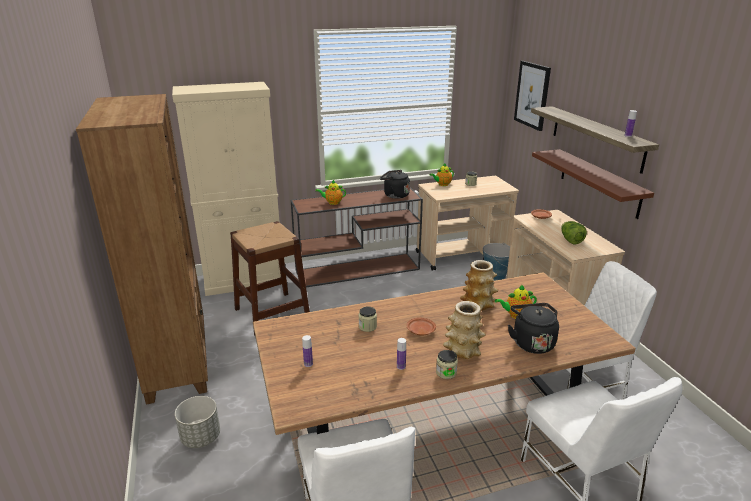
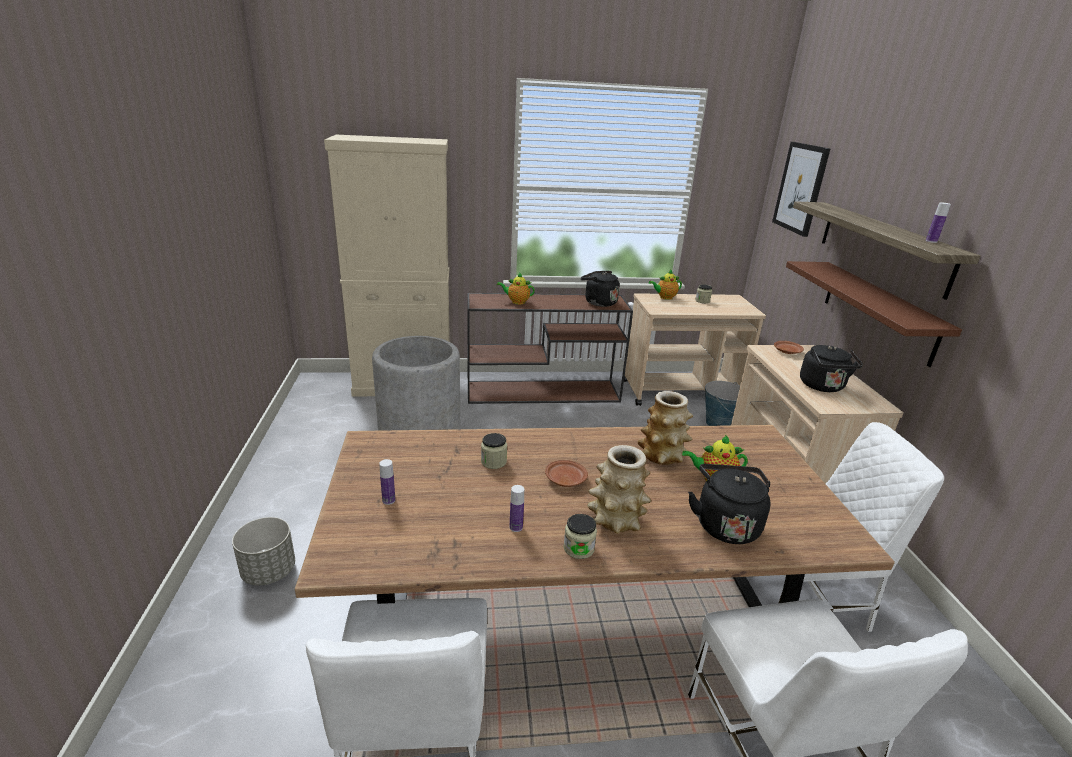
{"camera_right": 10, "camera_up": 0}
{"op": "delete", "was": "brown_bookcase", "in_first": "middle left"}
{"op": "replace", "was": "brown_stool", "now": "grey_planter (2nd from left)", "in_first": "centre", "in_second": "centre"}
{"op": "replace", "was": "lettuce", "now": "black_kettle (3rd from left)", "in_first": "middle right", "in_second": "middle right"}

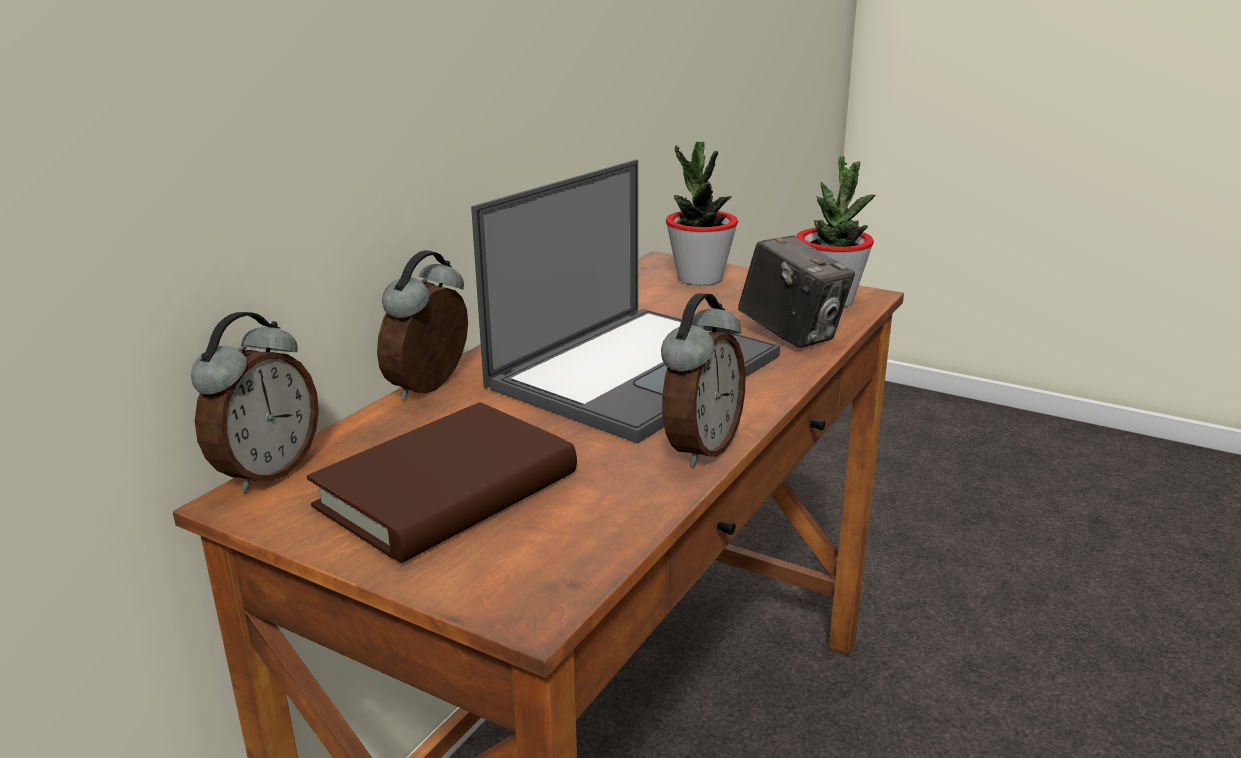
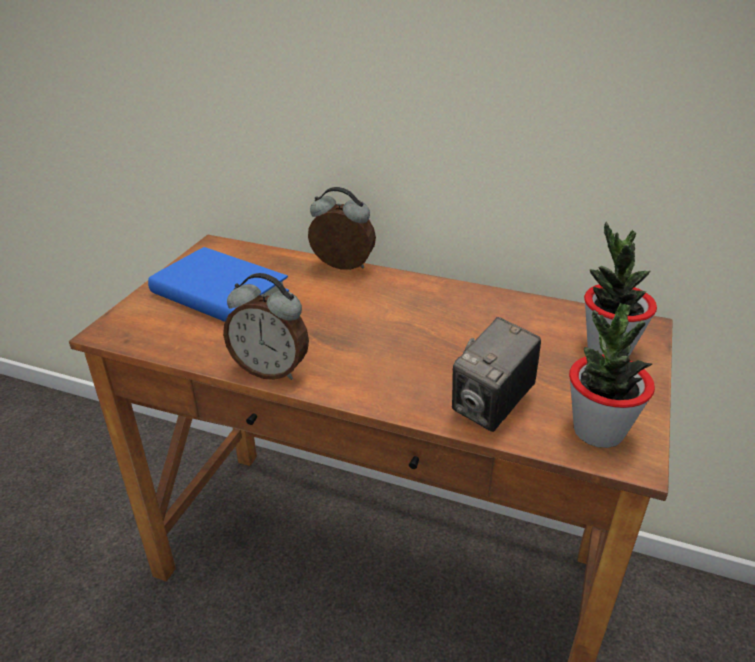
{"camera_right": 80, "camera_up": 10}
{"op": "delete", "was": "laptop", "in_first": "centre"}
{"op": "delete", "was": "alarm_clock (1st from left)", "in_first": "middle left"}
{"op": "recolor", "was": "brown_book", "now": "blue_book", "in_first": "centre", "in_second": "middle left"}

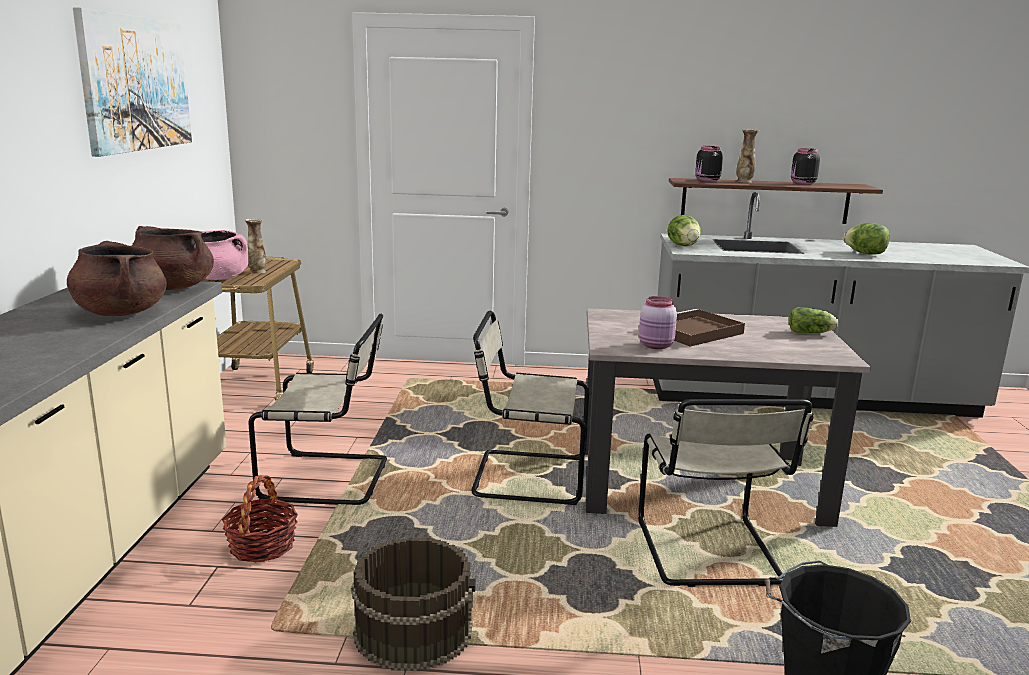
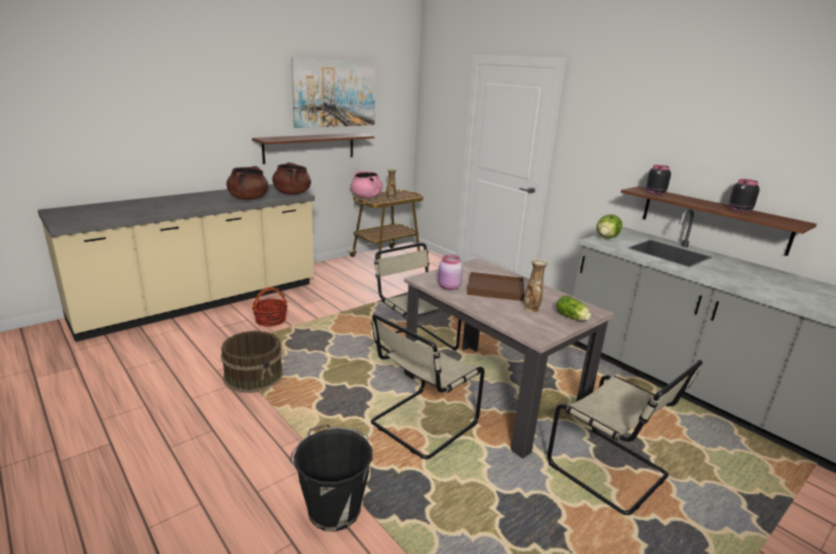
{"camera_right": 45, "camera_up": 5}
{"op": "move", "was": "vase (2nd from left)", "in_first": "top right", "in_second": "centre"}
{"op": "delete", "was": "lettuce (3rd from left)", "in_first": "middle right"}
{"op": "move", "was": "beige_chair (1st from left in the first image)", "now": "beige_chair (3rd from left)", "in_first": "middle left", "in_second": "bottom right"}
{"op": "insert", "now": "shelf (1st from left)", "in_second": "top centre"}

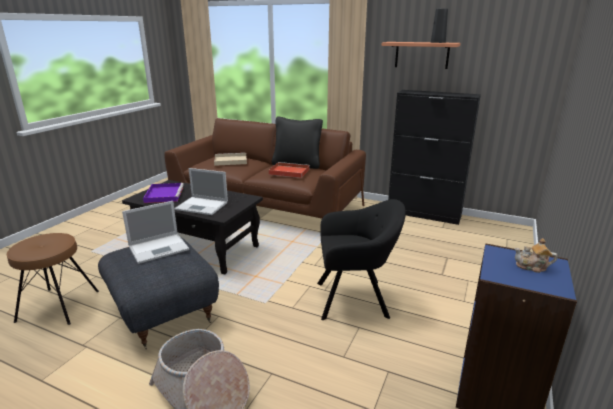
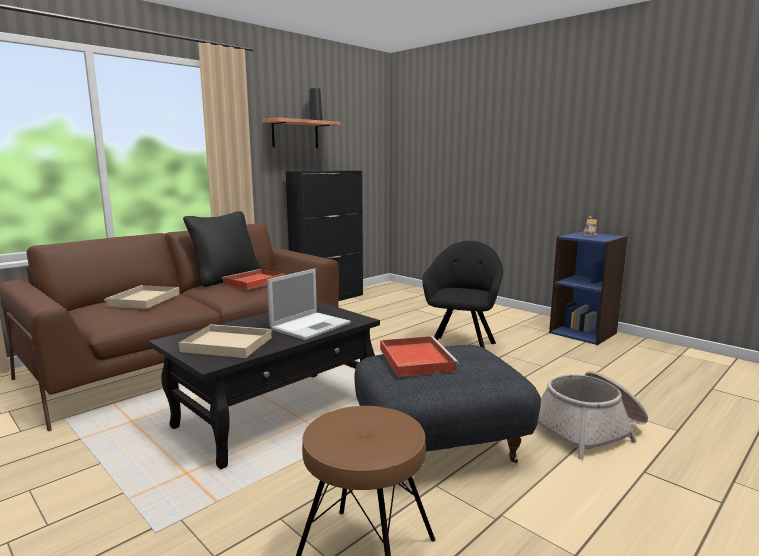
{"camera_right": -70, "camera_up": -10}
{"op": "recolor", "was": "purple_tray", "now": "beige_tray (2nd from left)", "in_first": "middle left", "in_second": "middle left"}
{"op": "replace", "was": "laptop (1st from left)", "now": "red_tray (2nd from left)", "in_first": "middle left", "in_second": "centre"}

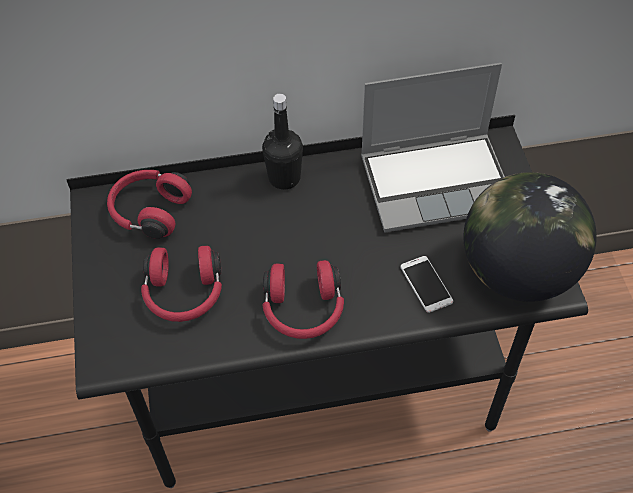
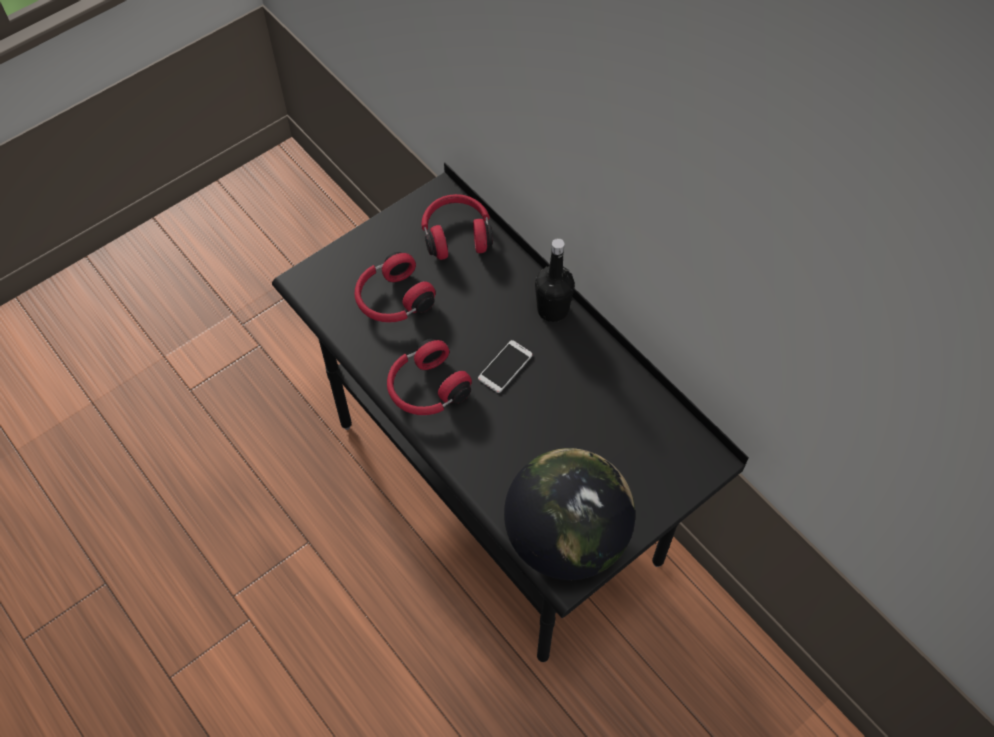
{"camera_right": 60, "camera_up": 5}
{"op": "delete", "was": "laptop", "in_first": "top right"}
{"op": "move", "was": "phone", "in_first": "middle right", "in_second": "centre"}

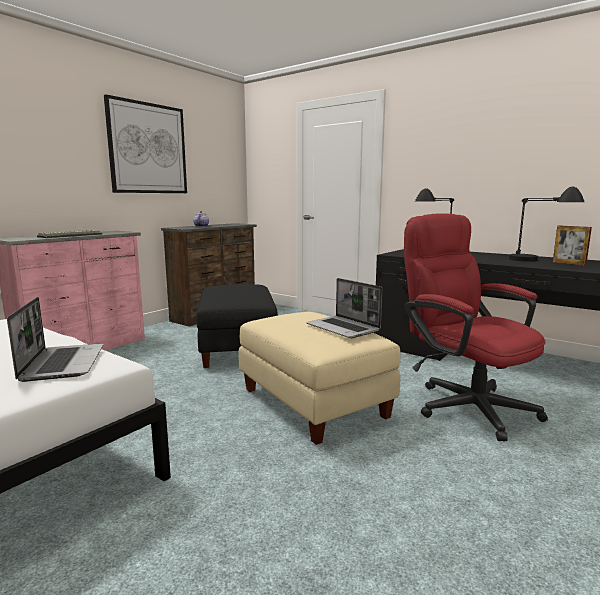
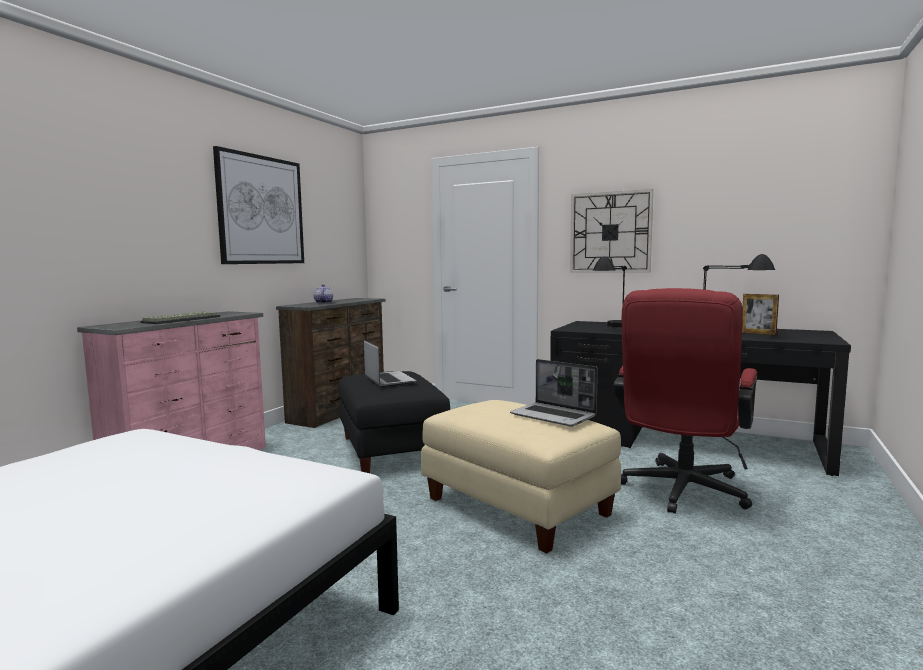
{"camera_right": -10, "camera_up": -5}
{"op": "rotate", "was": "red_office_chair", "in_first": "middle right", "in_second": "middle right", "clockwise": -105}
{"op": "move", "was": "laptop (1st from left)", "in_first": "middle left", "in_second": "centre"}
{"op": "insert", "now": "wall_clock", "in_second": "centre"}

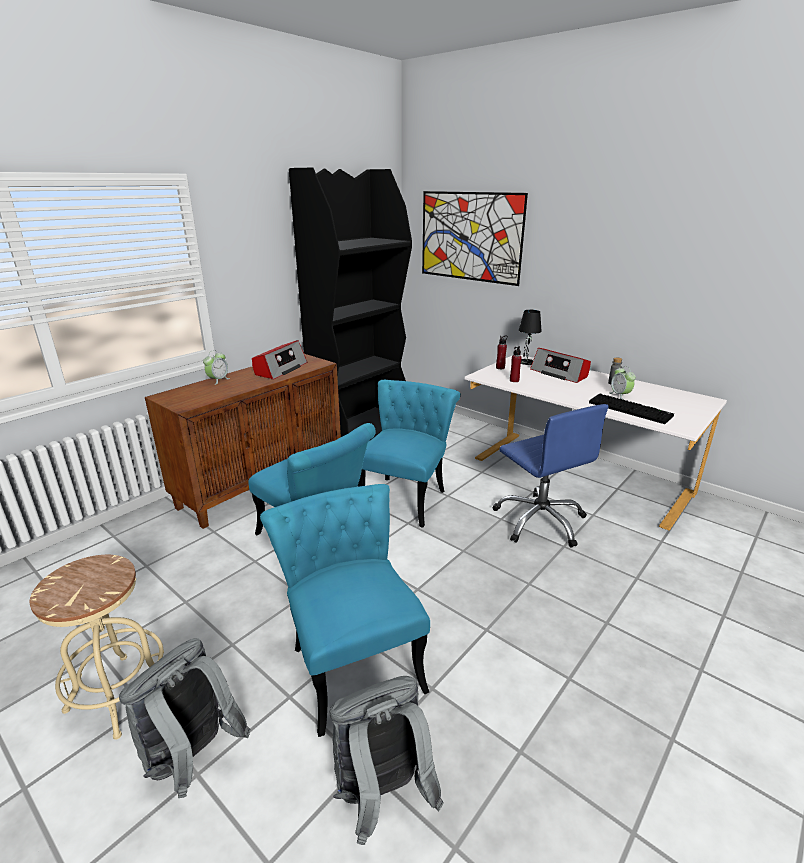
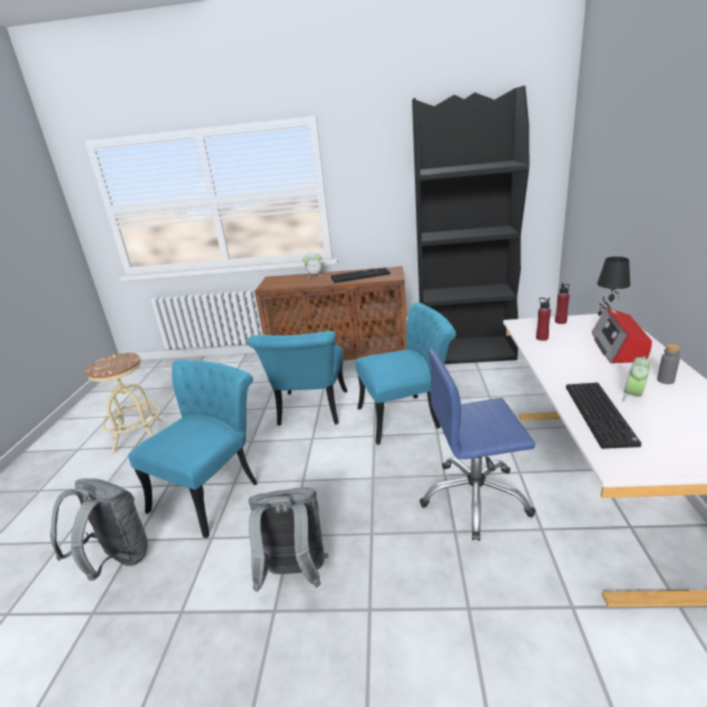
{"camera_right": 55, "camera_up": 0}
{"op": "delete", "was": "picture", "in_first": "top centre"}
{"op": "replace", "was": "radio (1st from left)", "now": "keyboard (1st from left)", "in_first": "centre", "in_second": "centre"}
{"op": "rotate", "was": "blue_office_chair", "in_first": "middle right", "in_second": "middle right", "clockwise": 60}
{"op": "move", "was": "grey_backpack (1st from left in the first image)", "now": "grey_backpack (2nd from left)", "in_first": "bottom left", "in_second": "bottom centre"}

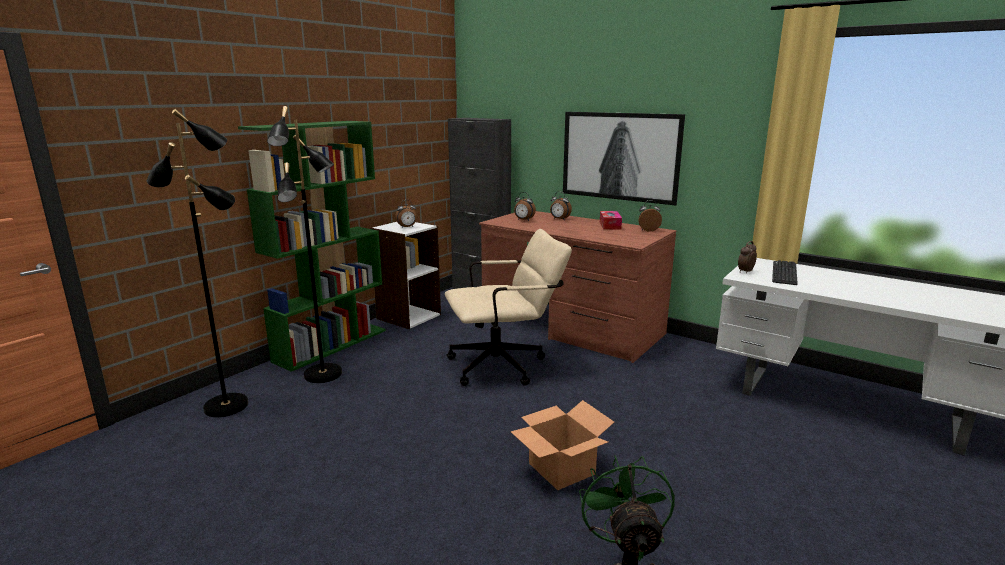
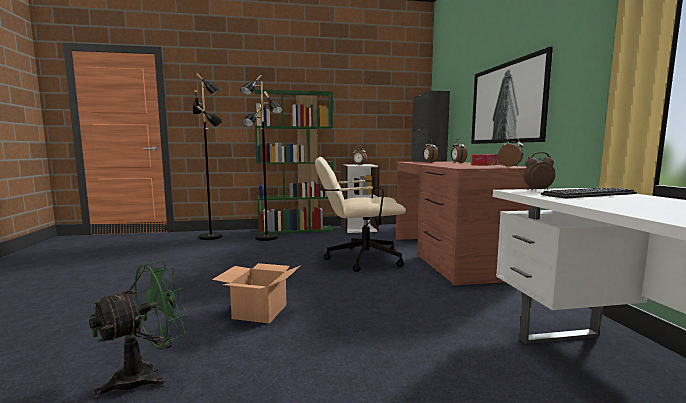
{"camera_right": 45, "camera_up": -10}
{"op": "rotate", "was": "beige_office_chair", "in_first": "centre", "in_second": "centre", "clockwise": 150}

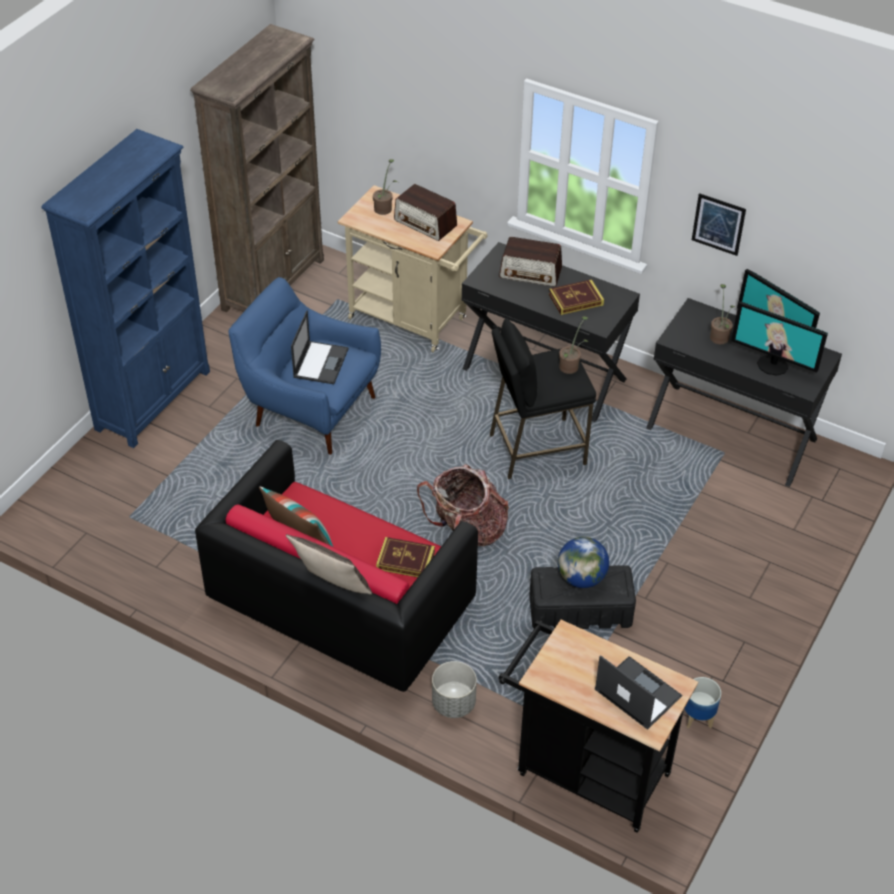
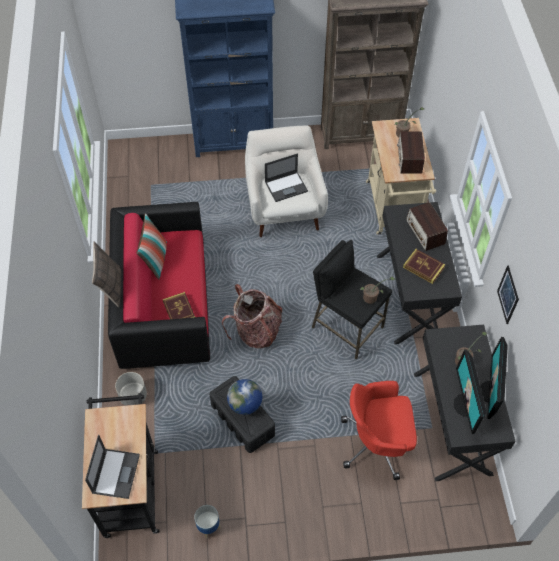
{"camera_right": 55, "camera_up": 10}
{"op": "recolor", "was": "blue_armchair", "now": "white_armchair", "in_first": "centre", "in_second": "top centre"}
{"op": "insert", "now": "red_office_chair", "in_second": "bottom right"}

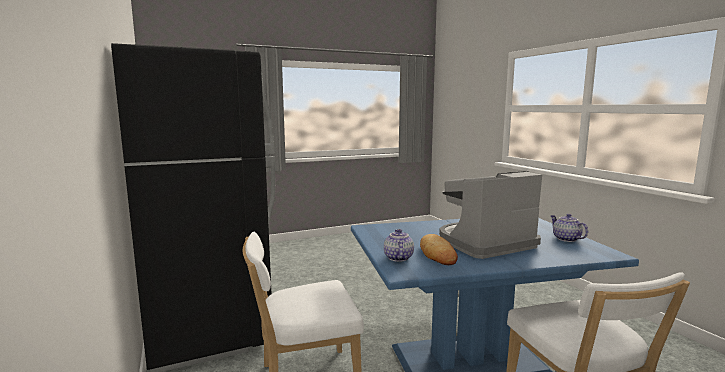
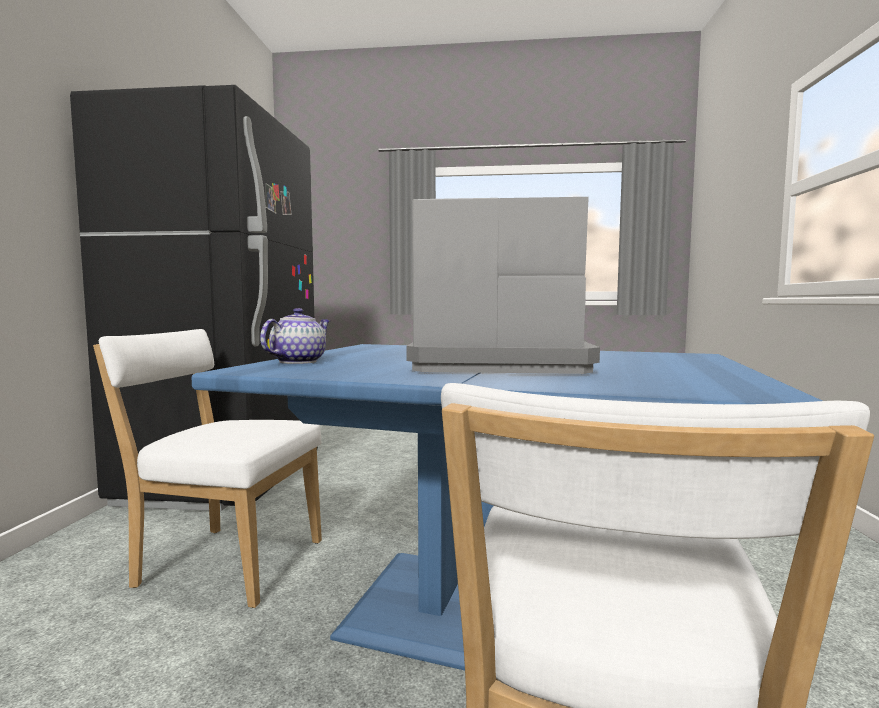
{"camera_right": 30, "camera_up": -5}
{"op": "delete", "was": "teapot (2nd from left)", "in_first": "middle right"}
{"op": "delete", "was": "bread", "in_first": "bottom centre"}

